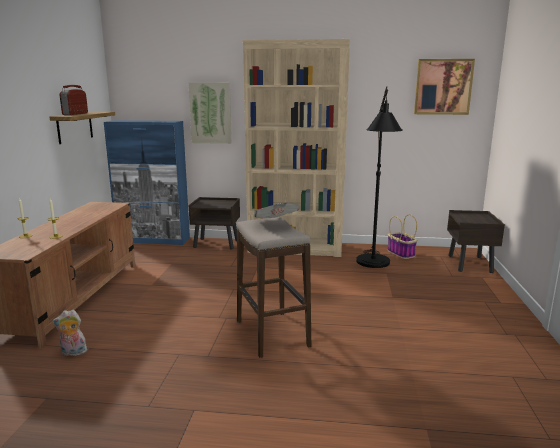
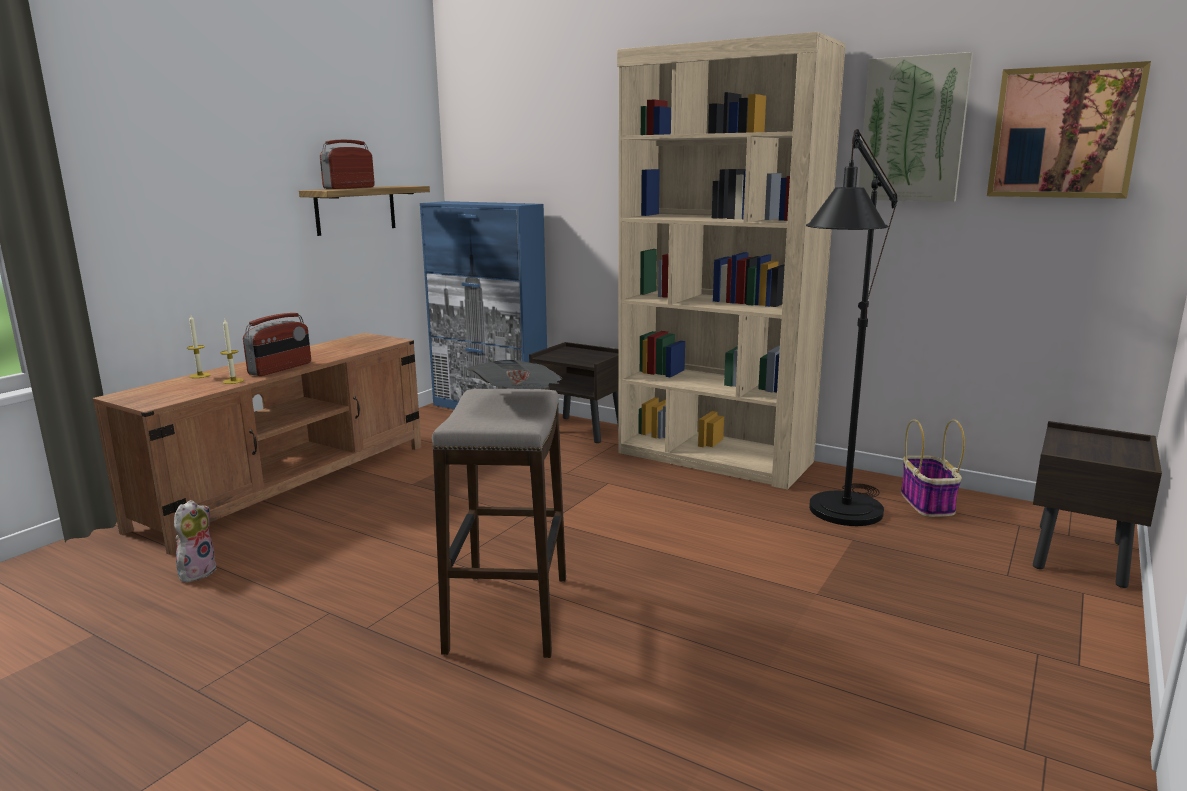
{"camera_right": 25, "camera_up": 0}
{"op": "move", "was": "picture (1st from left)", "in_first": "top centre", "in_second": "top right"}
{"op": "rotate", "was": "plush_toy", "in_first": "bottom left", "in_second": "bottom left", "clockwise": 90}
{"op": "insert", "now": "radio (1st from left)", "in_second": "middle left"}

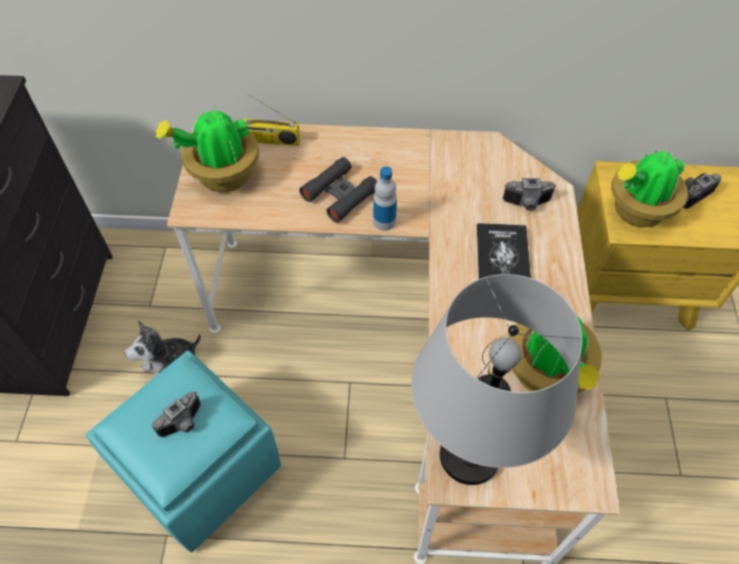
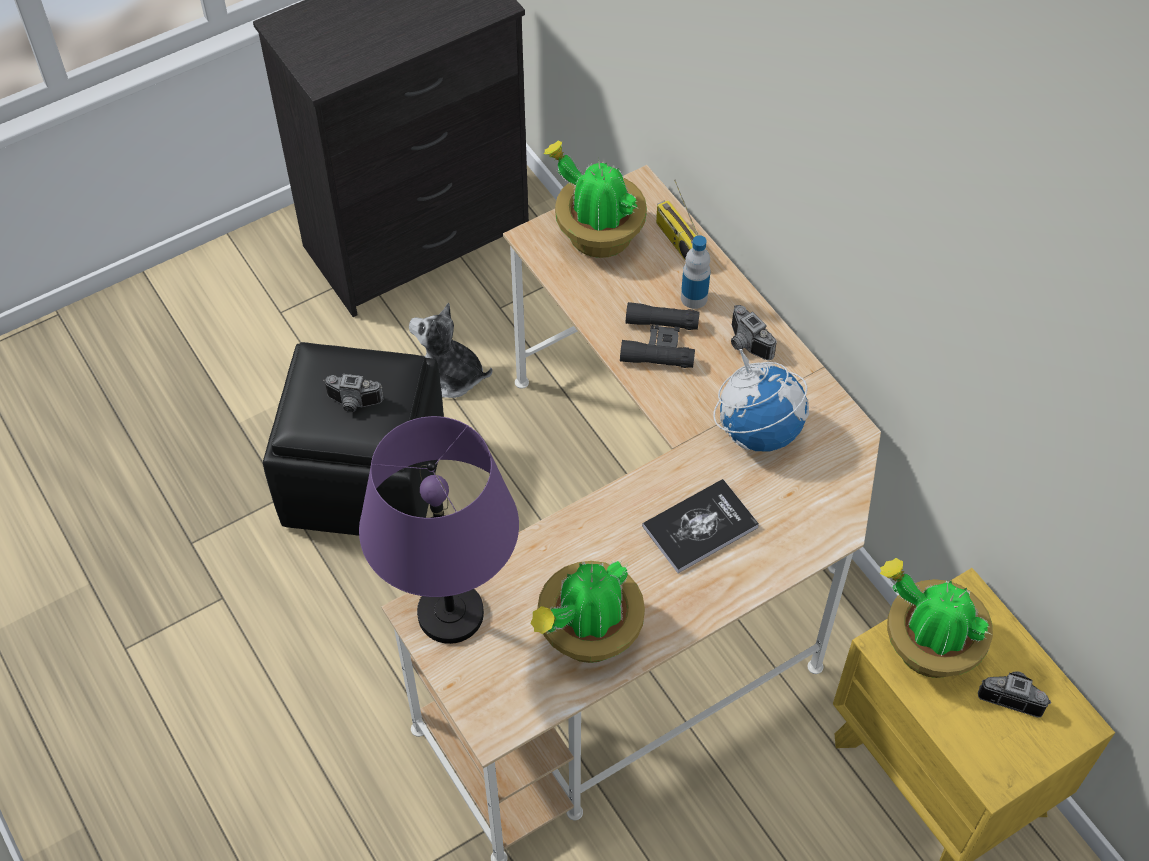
{"camera_right": 55, "camera_up": 0}
{"op": "move", "was": "bottle", "in_first": "centre", "in_second": "top centre"}
{"op": "move", "was": "photo_camera (2nd from left)", "in_first": "middle right", "in_second": "centre"}
{"op": "recolor", "was": "grey_table_lamp", "now": "purple_table_lamp", "in_first": "bottom right", "in_second": "centre"}
{"op": "recolor", "was": "turquoise_ottoman", "now": "black_ottoman", "in_first": "bottom left", "in_second": "middle left"}
{"op": "insert", "now": "globe", "in_second": "centre"}

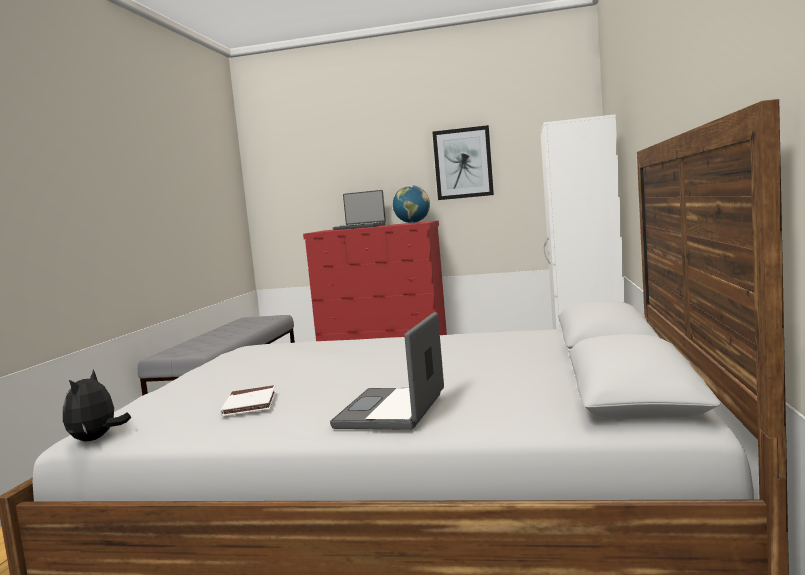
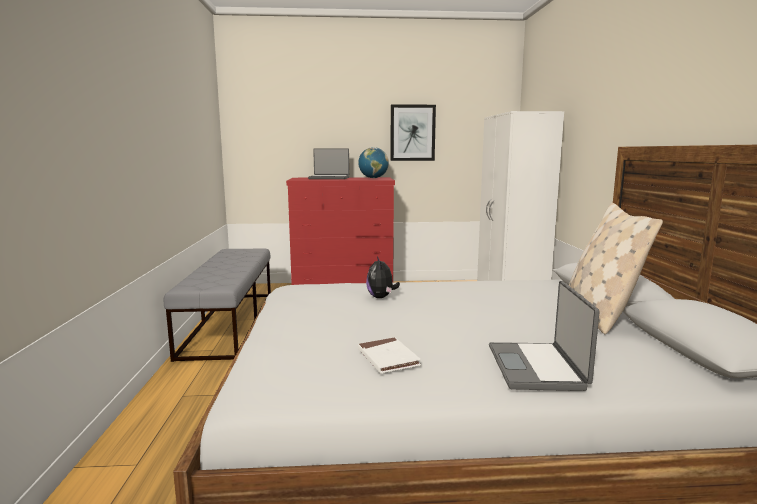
{"camera_right": -15, "camera_up": 5}
{"op": "move", "was": "plush_toy", "in_first": "bottom left", "in_second": "centre"}
{"op": "insert", "now": "beige_pillow", "in_second": "middle right"}

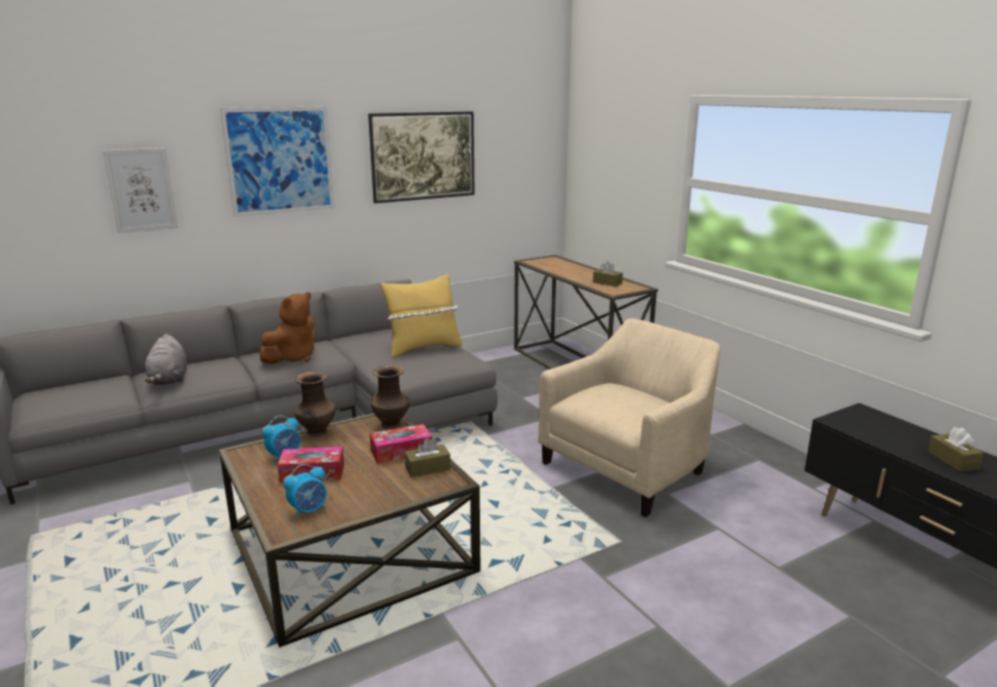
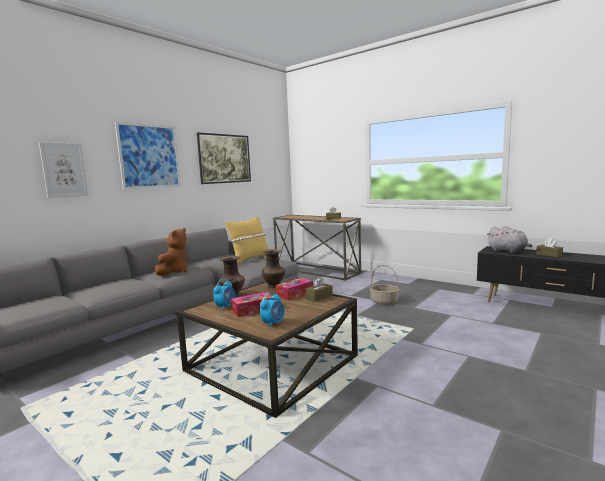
{"camera_right": -20, "camera_up": -10}
{"op": "replace", "was": "beige_armchair", "now": "basket", "in_first": "centre", "in_second": "centre"}
{"op": "move", "was": "grey_plush_toy", "in_first": "middle left", "in_second": "middle right"}

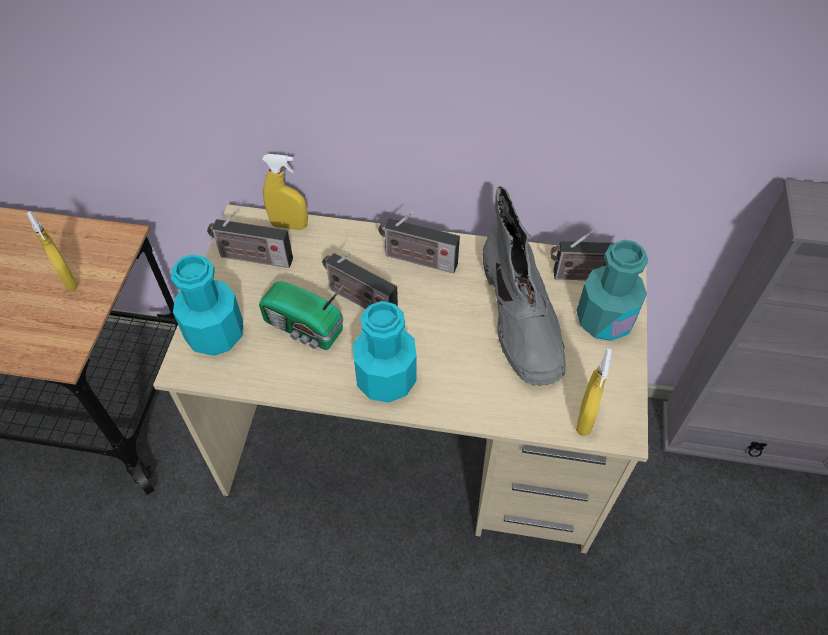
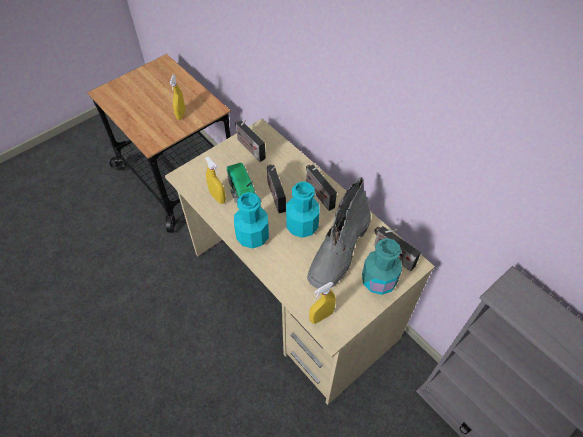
{"camera_right": 40, "camera_up": 0}
{"op": "move", "was": "yellow_spray_bottle (2nd from left)", "in_first": "top centre", "in_second": "centre"}
{"op": "move", "was": "turquoise_bottle (1st from left in the first image)", "now": "turquoise_bottle (2nd from left)", "in_first": "middle left", "in_second": "centre"}

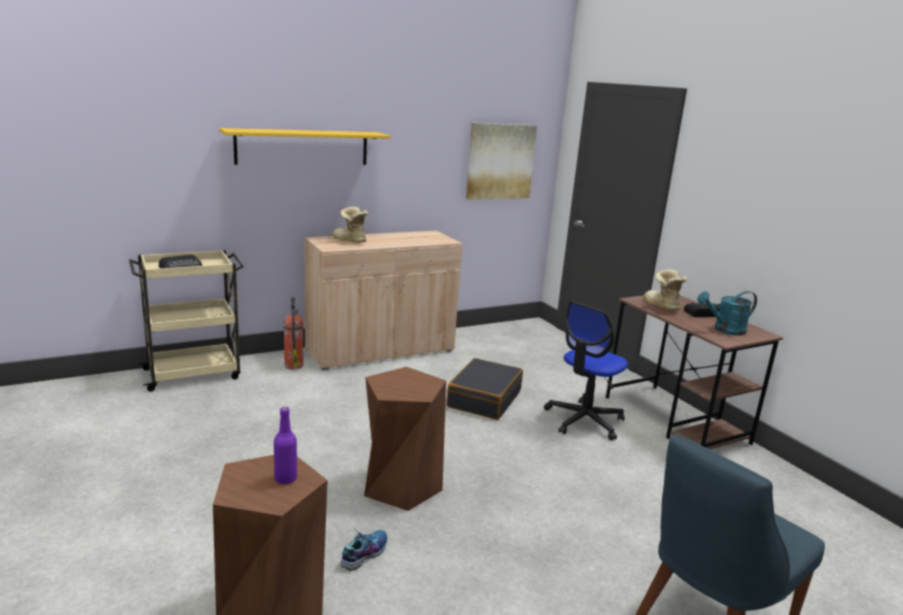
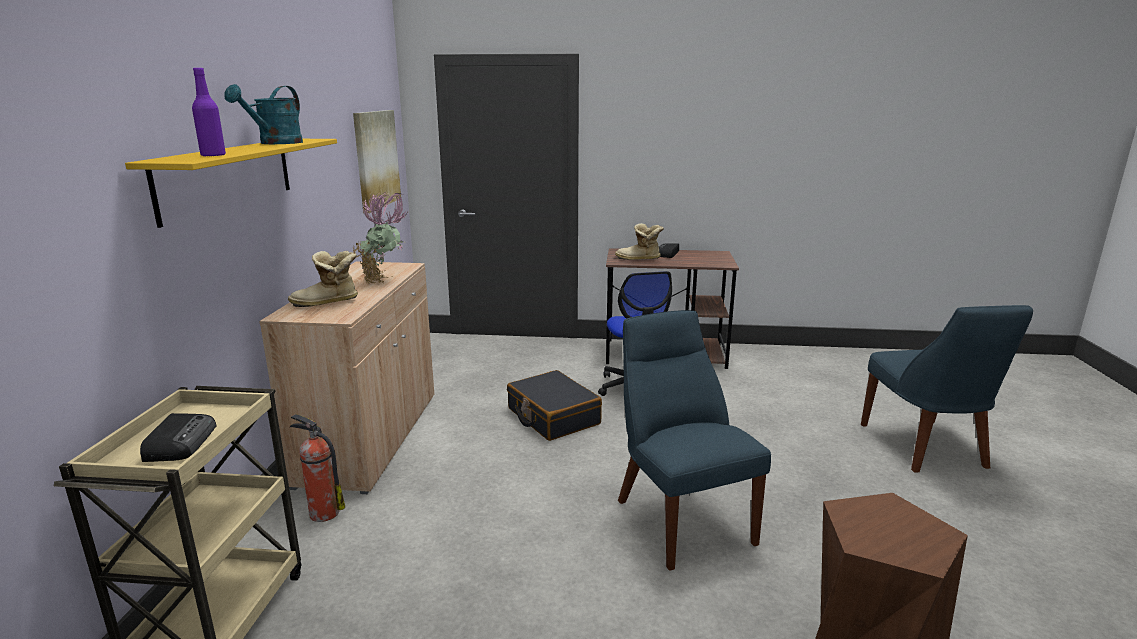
{"camera_right": -55, "camera_up": 0}
{"op": "move", "was": "turquoise_watering_can", "in_first": "middle right", "in_second": "top left"}
{"op": "replace", "was": "brown_stool (2nd from left)", "now": "blue_chair (1st from left)", "in_first": "bottom centre", "in_second": "bottom centre"}
{"op": "move", "was": "purple_bottle", "in_first": "bottom left", "in_second": "top left"}
{"op": "delete", "was": "shoe", "in_first": "bottom centre"}
{"op": "insert", "now": "potted_plant", "in_second": "centre"}

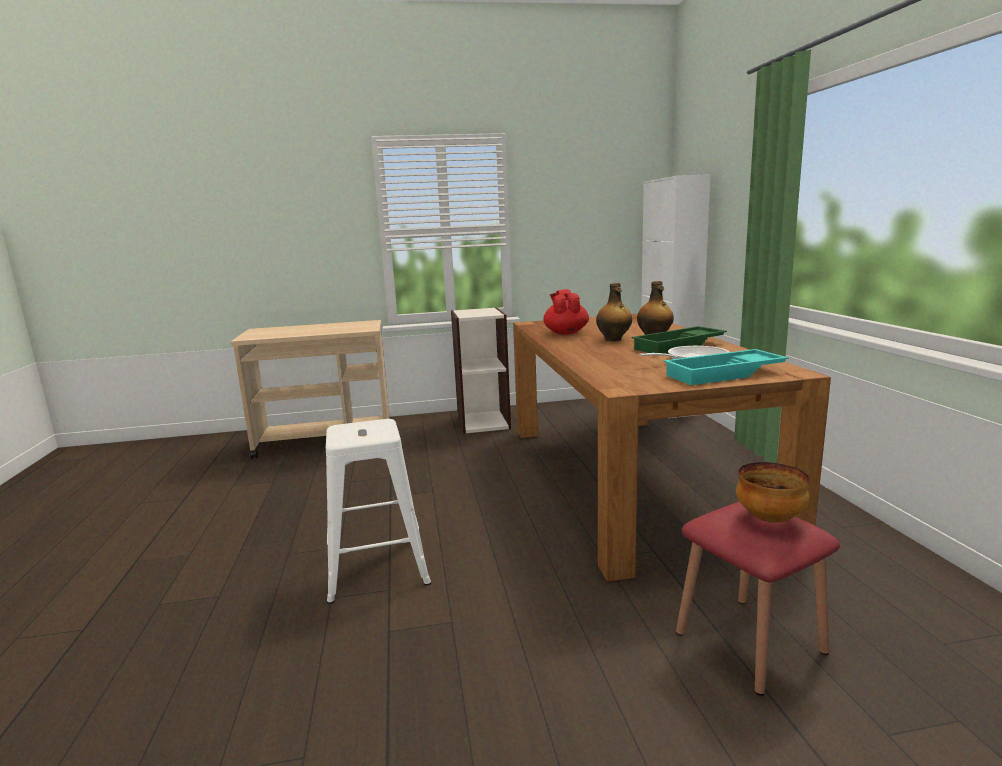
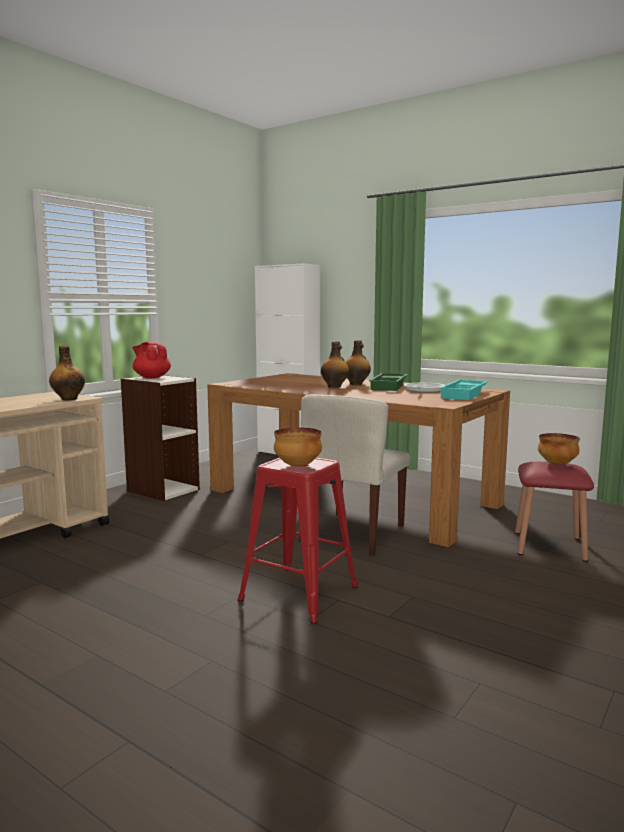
{"camera_right": -45, "camera_up": -5}
{"op": "move", "was": "red_teapot", "in_first": "centre", "in_second": "middle left"}
{"op": "recolor", "was": "white_stool", "now": "red_stool (1st from left)", "in_first": "bottom centre", "in_second": "centre"}
{"op": "insert", "now": "bottle (1st from left)", "in_second": "middle left"}
{"op": "insert", "now": "beige_chair", "in_second": "centre"}
{"op": "insert", "now": "bowl (1st from left)", "in_second": "centre"}

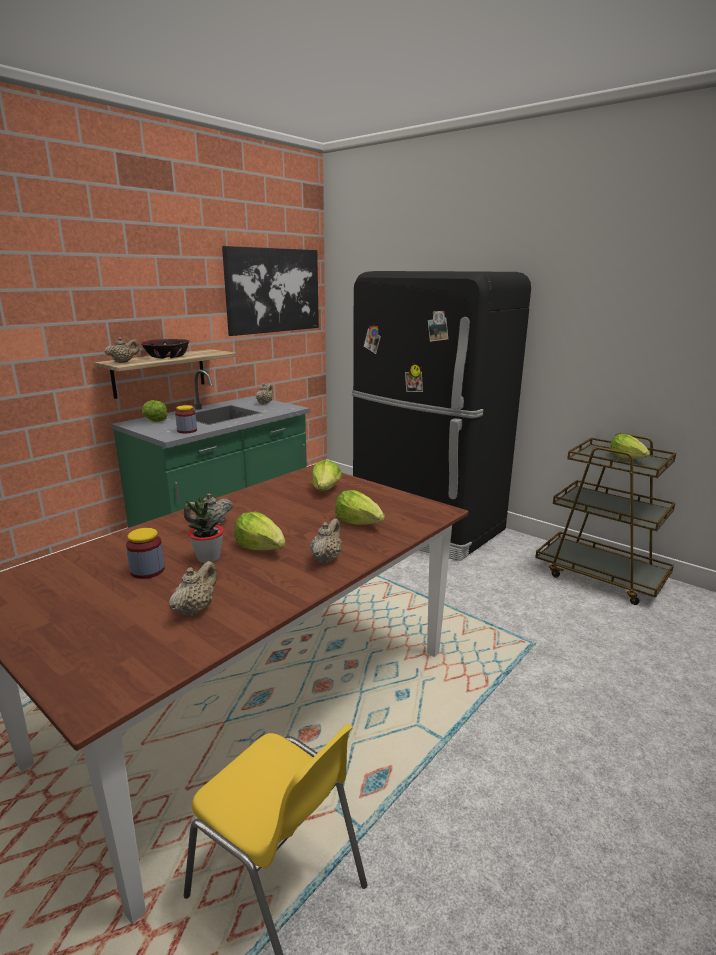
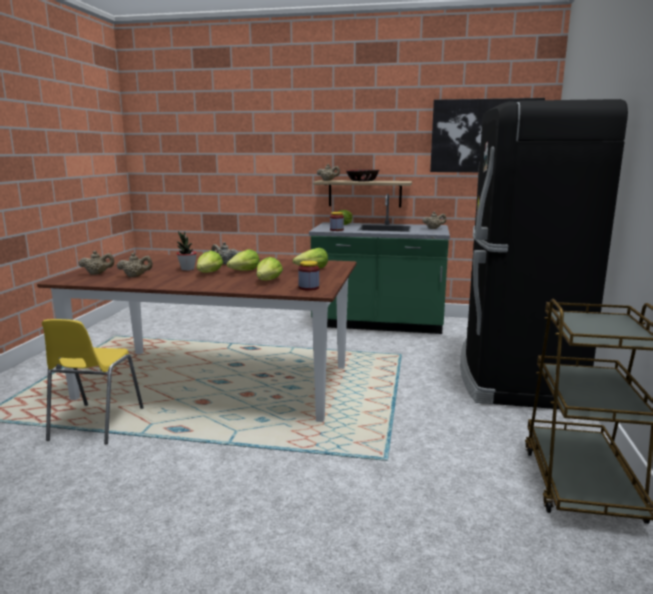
{"camera_right": 60, "camera_up": -5}
{"op": "move", "was": "lettuce (5th from left in the first image)", "now": "lettuce (2nd from left)", "in_first": "middle right", "in_second": "centre"}
{"op": "move", "was": "beige_teapot (5th from left in the first image)", "now": "beige_teapot (1st from left)", "in_first": "centre", "in_second": "middle left"}
{"op": "move", "was": "jar (1st from left)", "in_first": "middle left", "in_second": "centre"}

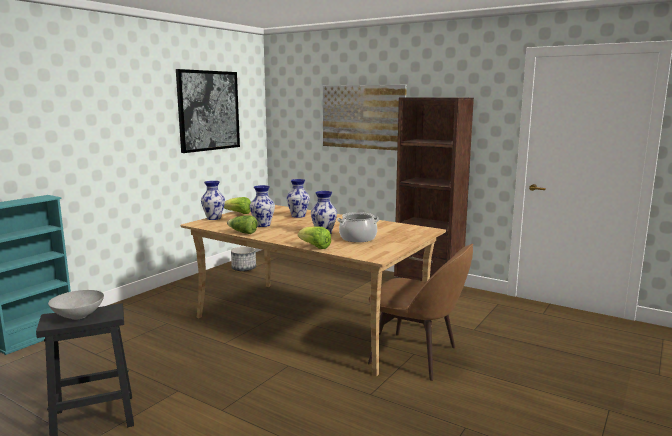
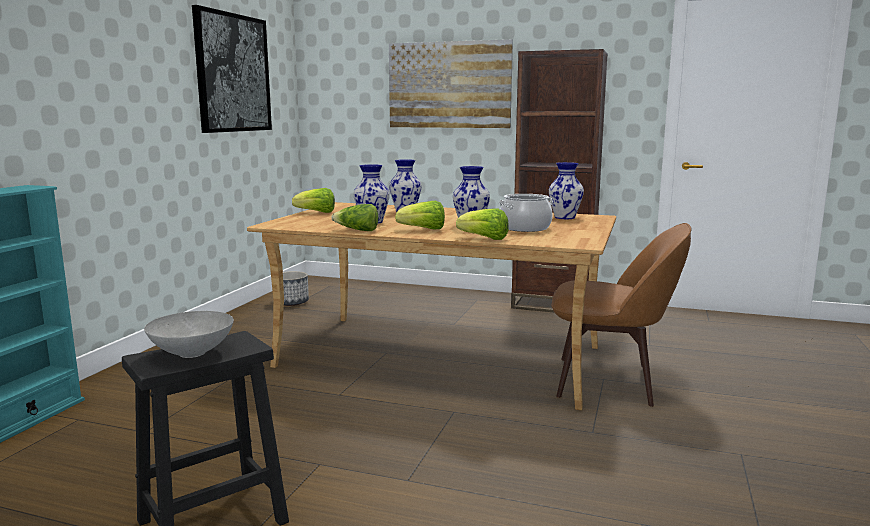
{"camera_right": -15, "camera_up": 0}
{"op": "move", "was": "vase (1st from left in the first image)", "now": "vase (4th from left)", "in_first": "middle left", "in_second": "centre"}
{"op": "insert", "now": "lettuce (3rd from left)", "in_second": "centre"}

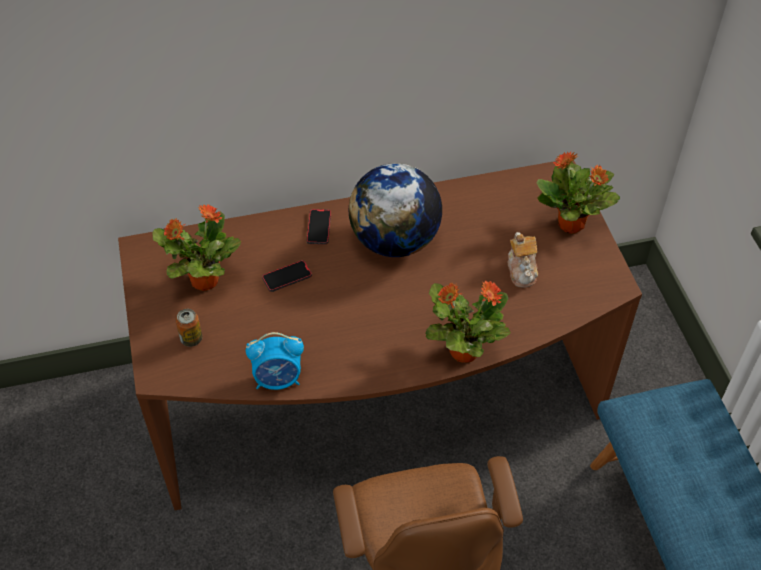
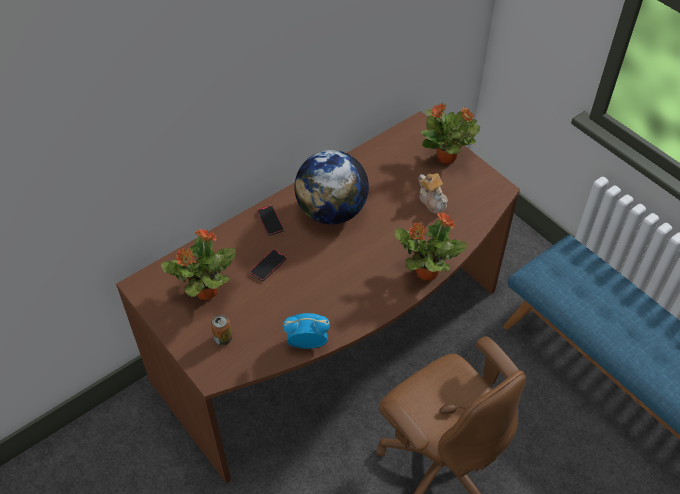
{"camera_right": -25, "camera_up": 0}
{"op": "rotate", "was": "alarm_clock", "in_first": "centre", "in_second": "bottom centre", "clockwise": -150}

